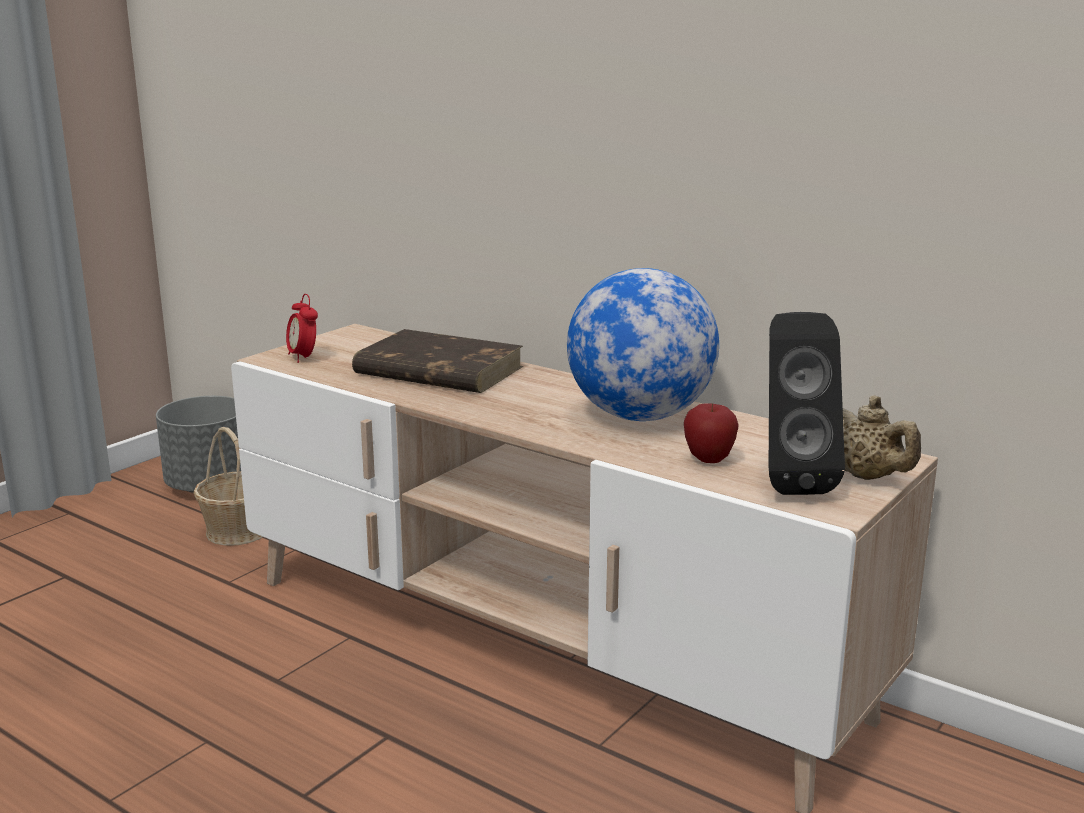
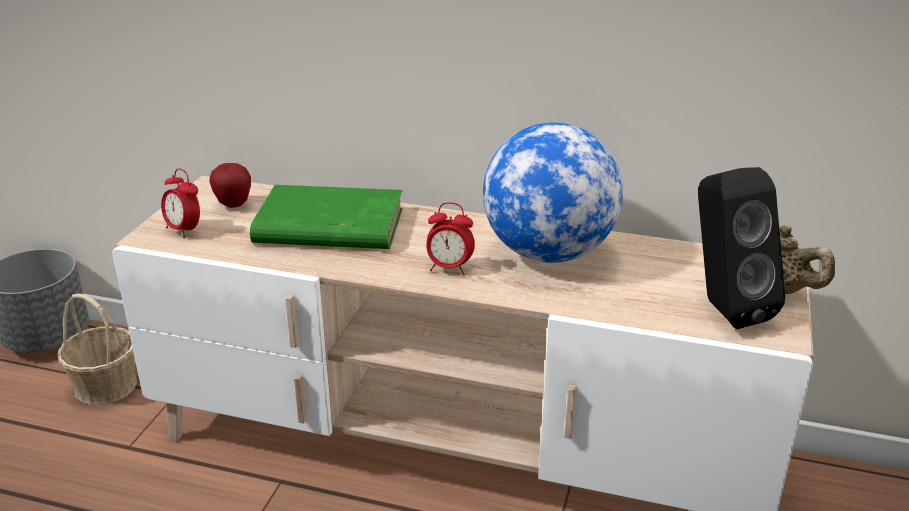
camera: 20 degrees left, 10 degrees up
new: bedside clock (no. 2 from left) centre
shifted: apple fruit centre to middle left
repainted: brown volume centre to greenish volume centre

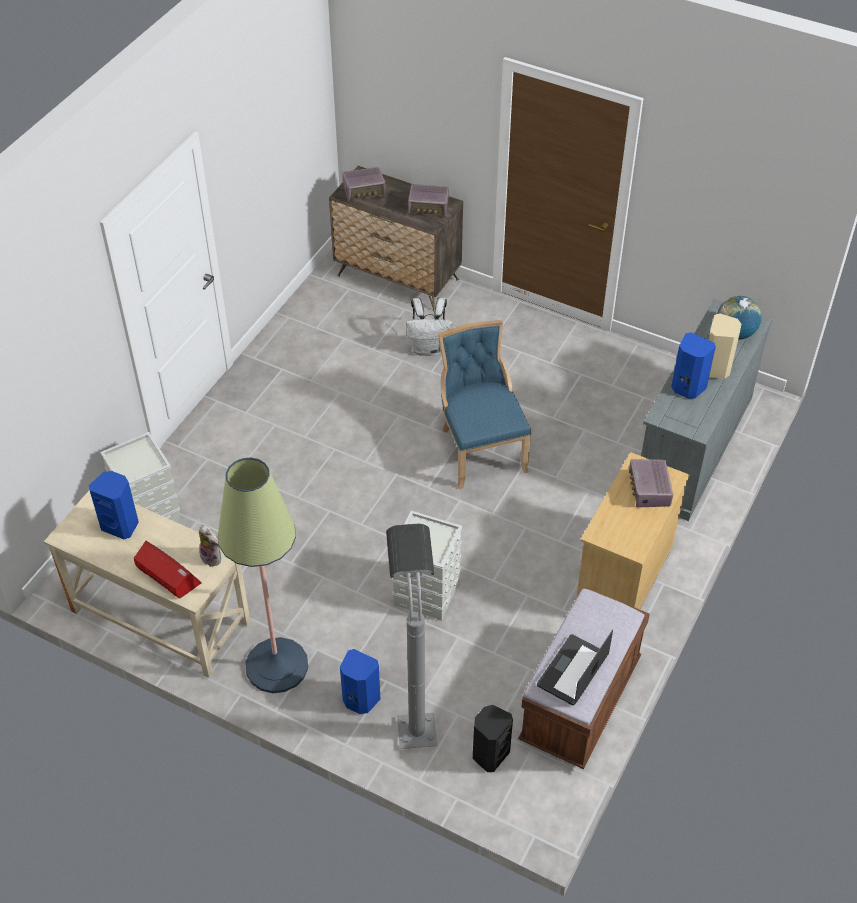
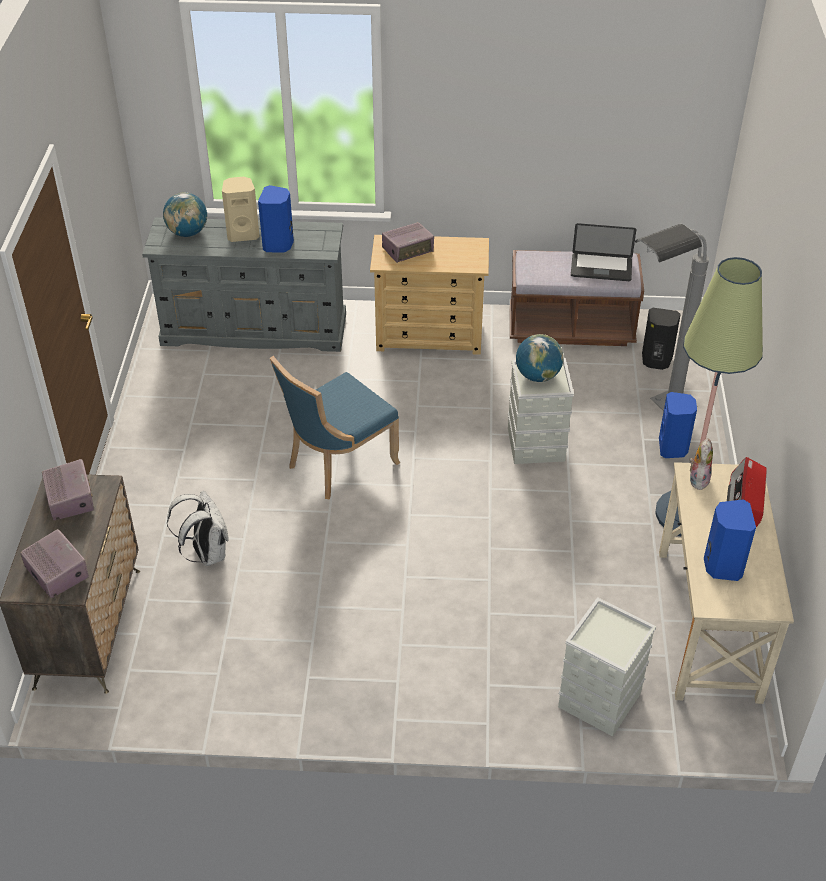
camera: 115 degrees left, 5 degrees down
new: desk globe (no. 2 from left) centre

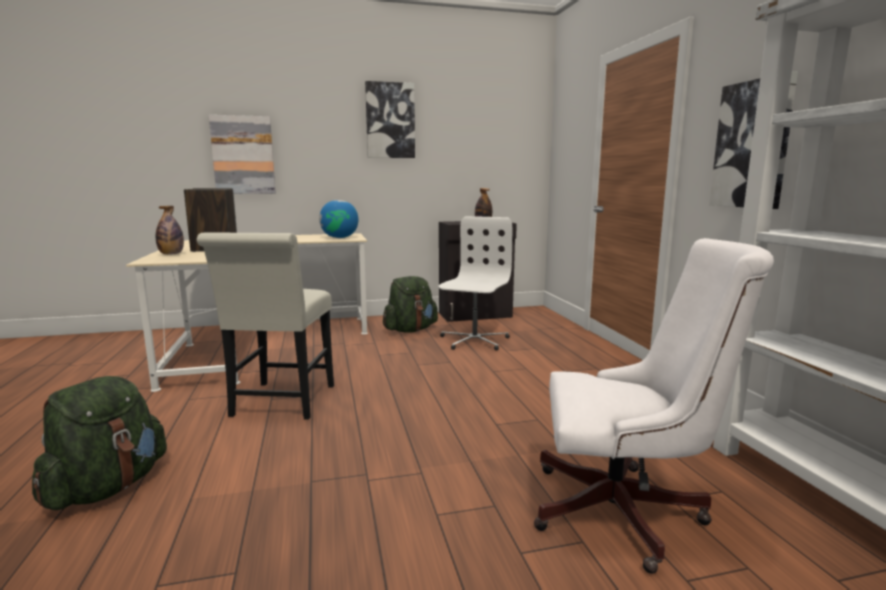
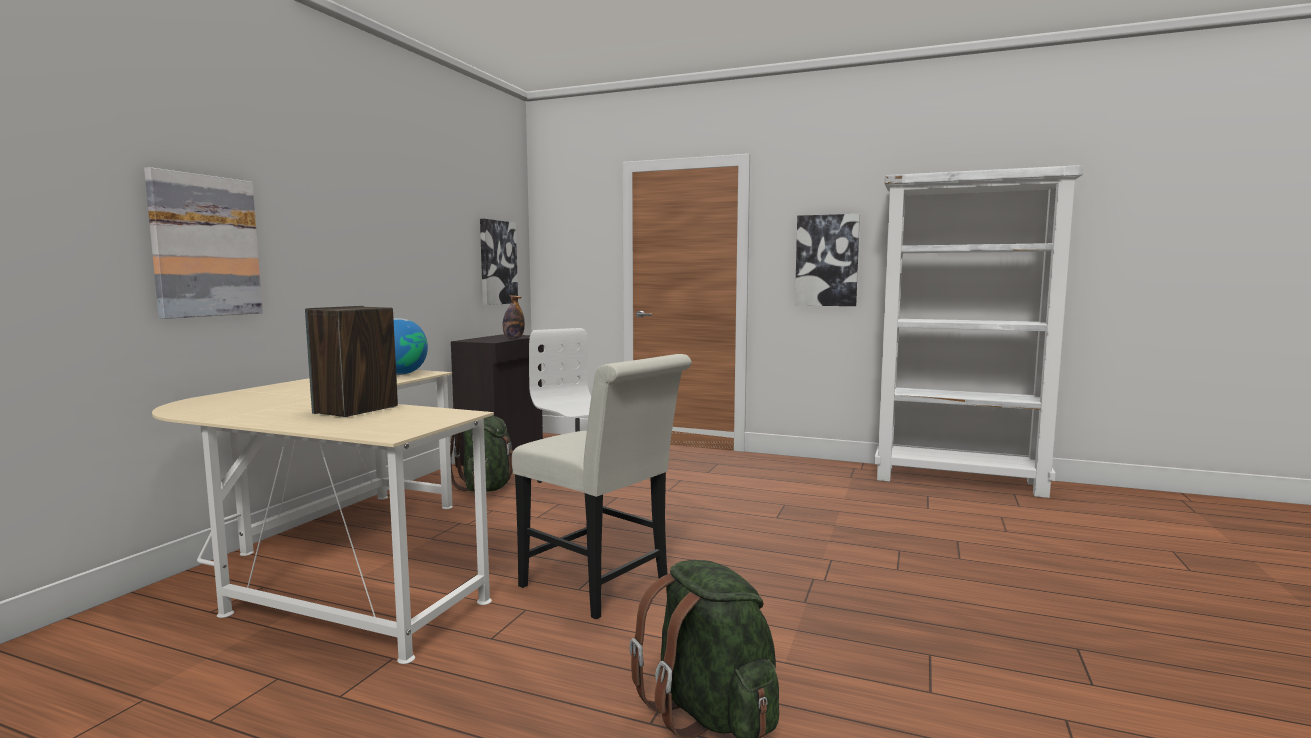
camera: 55 degrees left, 5 degrees down
gone: beverage bottle (no. 1 from left) middle left; whitish desk chair (no. 2 from left) bottom right
shifted: wall art (no. 2 from left) top centre to centre

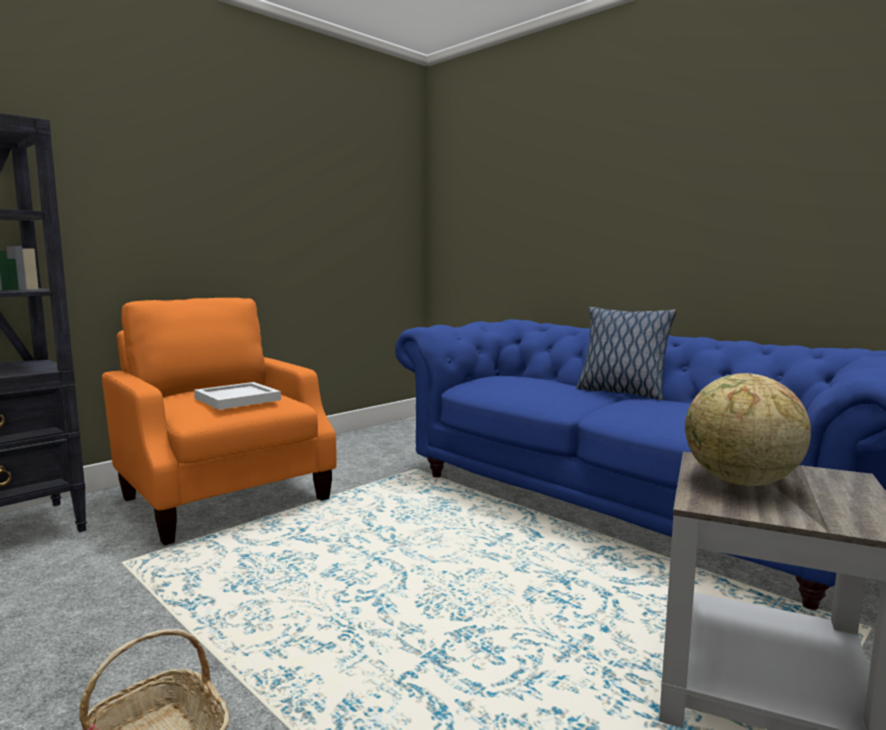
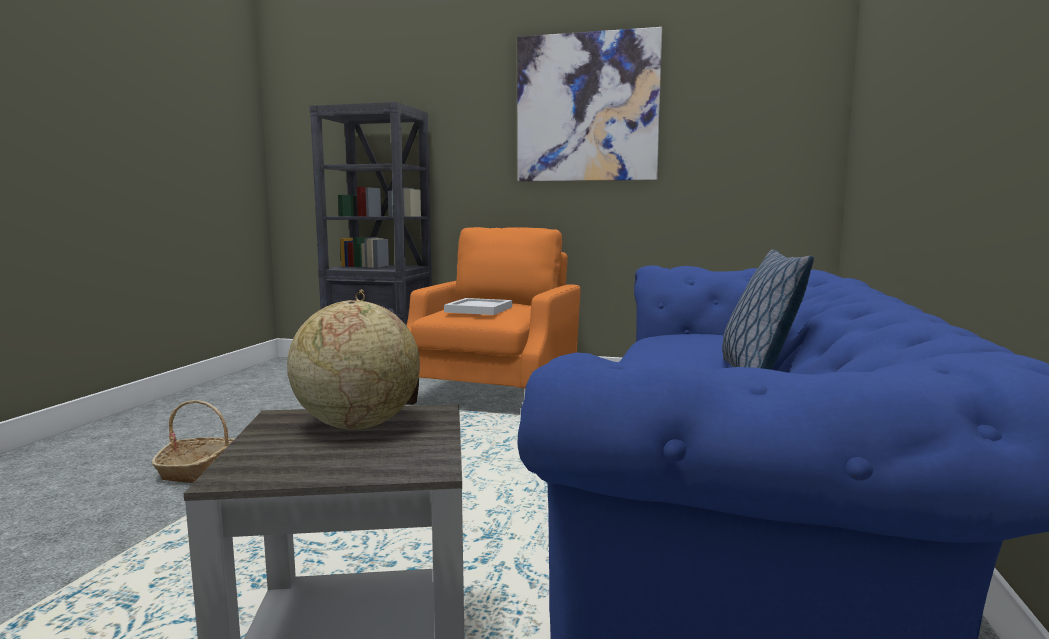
camera: 60 degrees right, 0 degrees up
new: wall art top centre

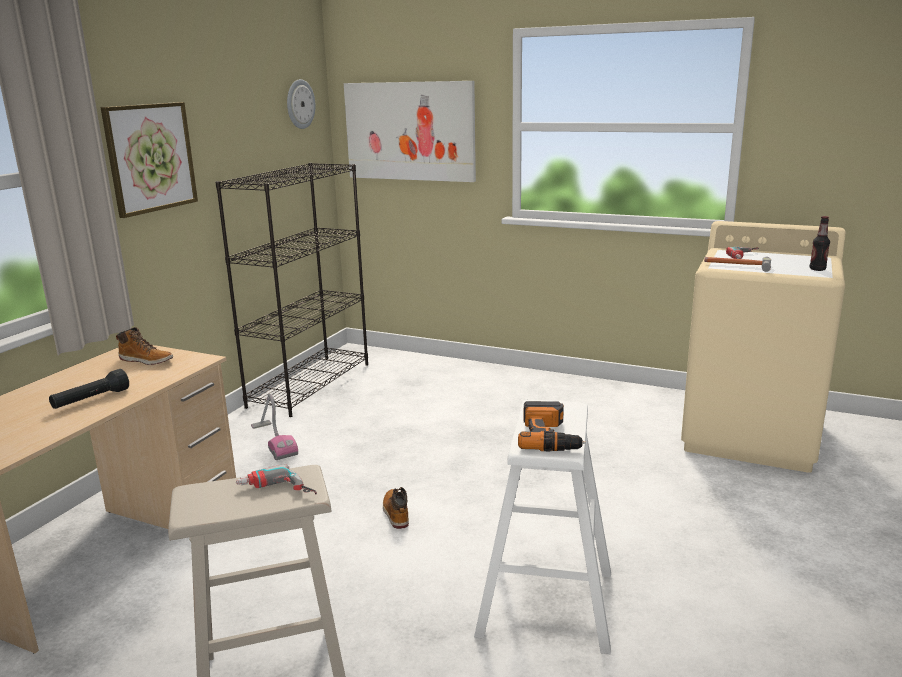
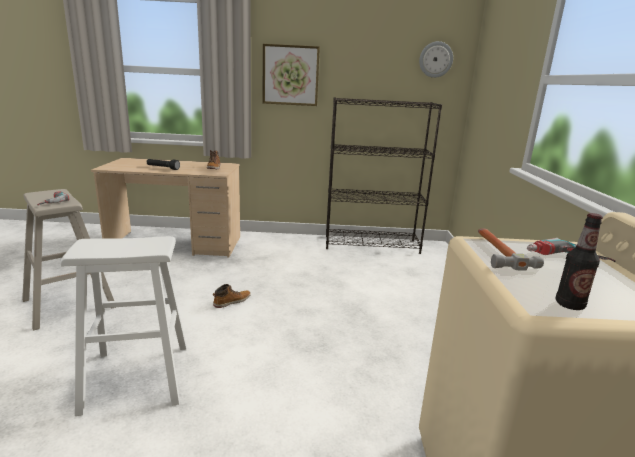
camera: 65 degrees right, 0 degrees up
gone: vacuum middle left; wall art (no. 2 from left) top centre; drill (no. 2 from left) centre

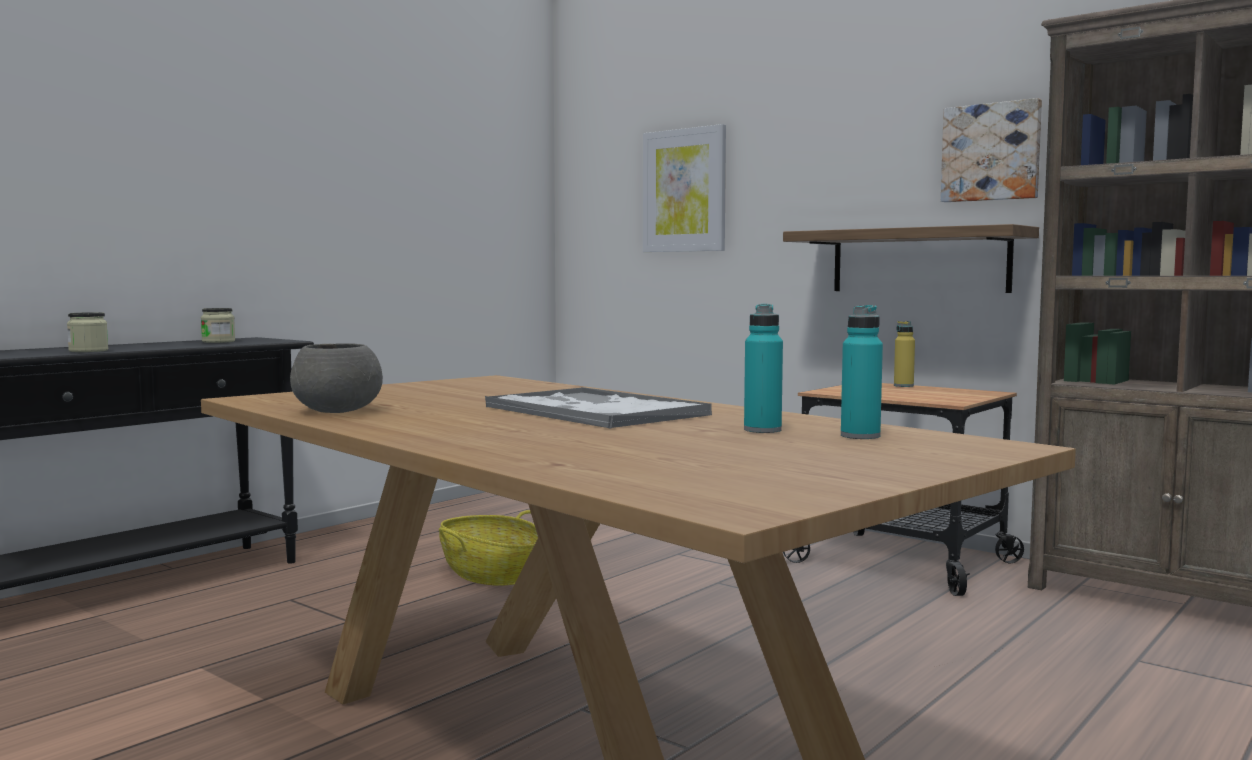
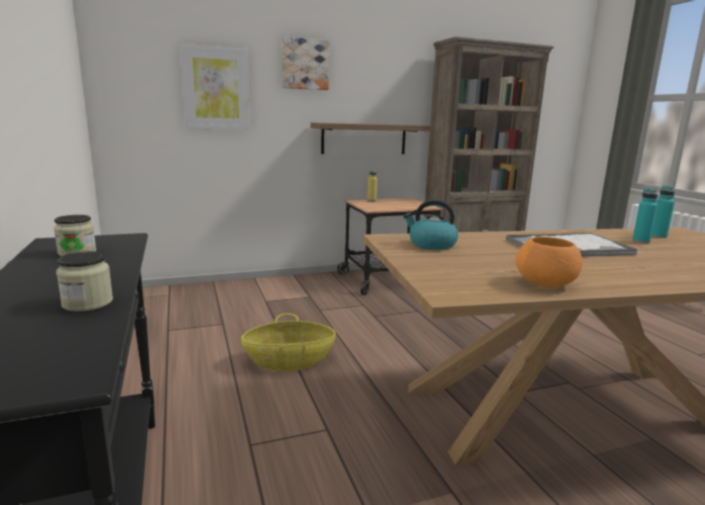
camera: 60 degrees left, 10 degrees up
new: tea kettle centre
shifted: wall art (no. 2 from left) top right to top centre
repainted: grey deep dish middle left to orange deep dish middle right

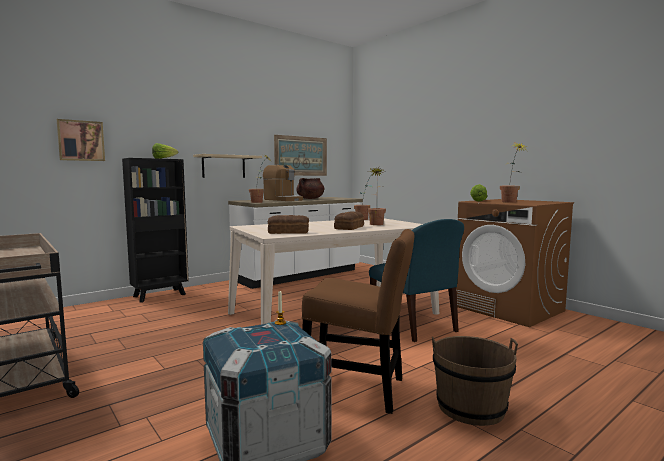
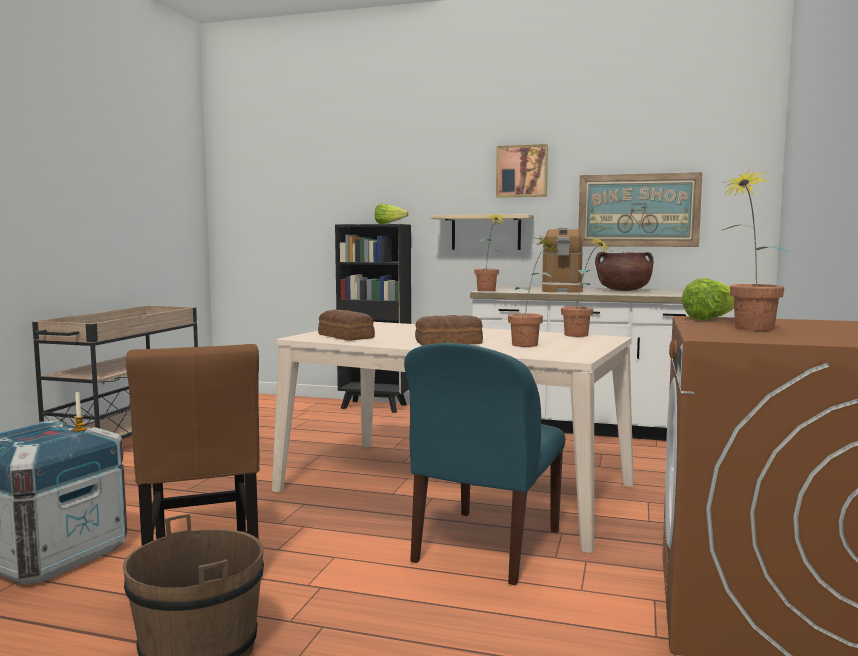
camera: 55 degrees right, 0 degrees up
shifted: wall art (no. 1 from left) top left to top centre

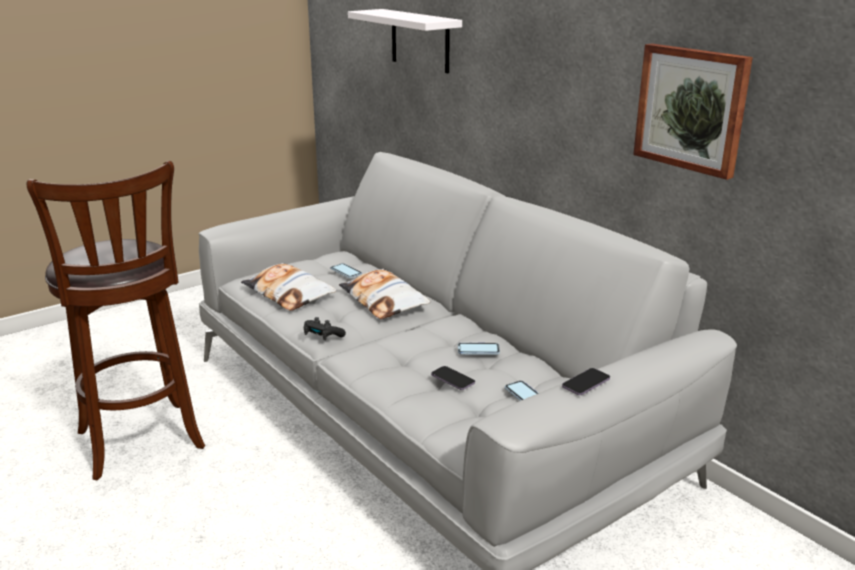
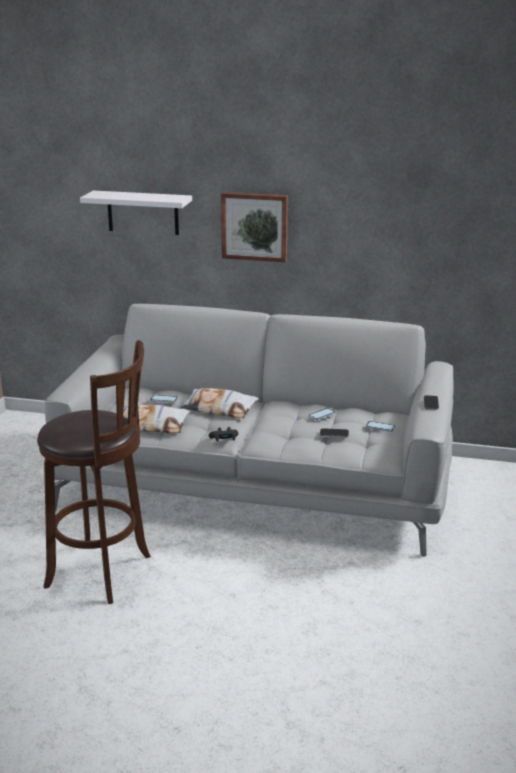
camera: 40 degrees left, 0 degrees up
shifted: wall art top right to top centre

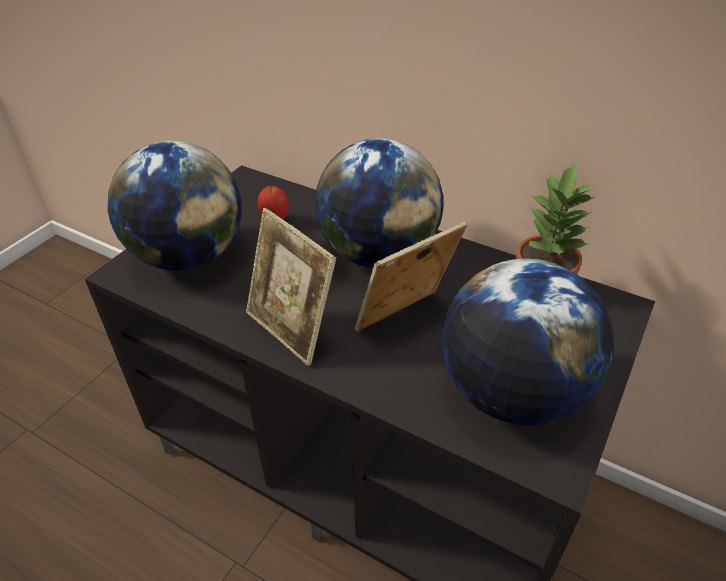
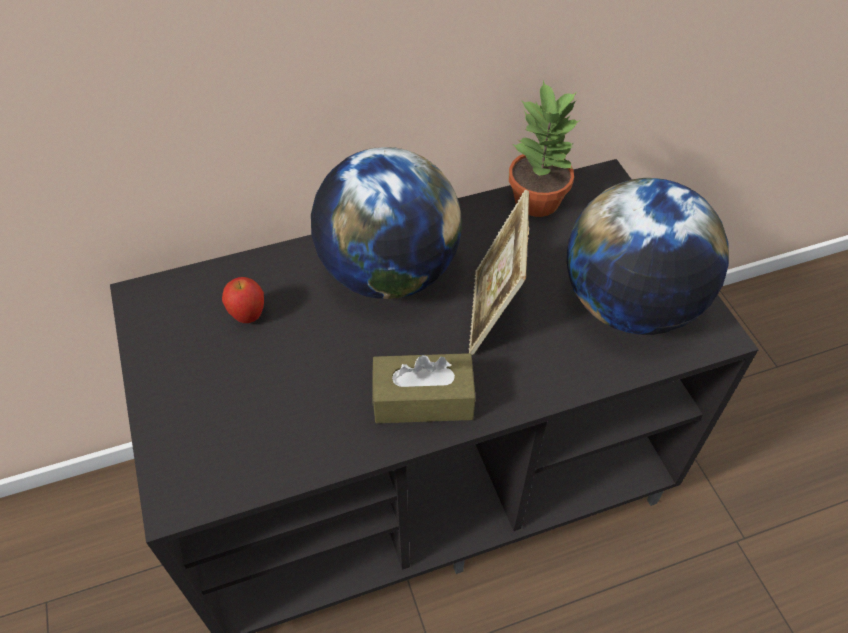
camera: 50 degrees left, 10 degrees up
gone: desk globe (no. 1 from left) middle left
swapped: picture frame (no. 1 from left) centre to brown box of tissues centre

